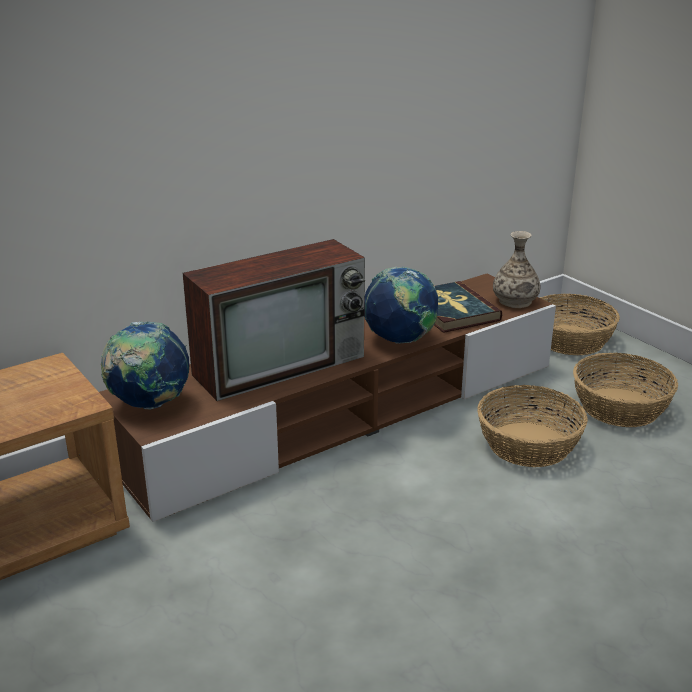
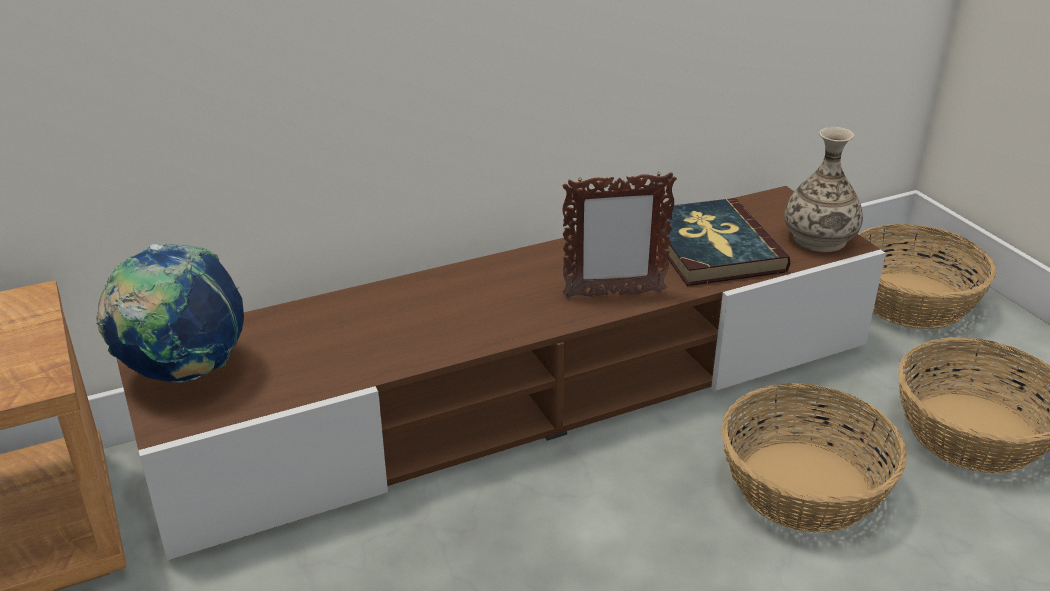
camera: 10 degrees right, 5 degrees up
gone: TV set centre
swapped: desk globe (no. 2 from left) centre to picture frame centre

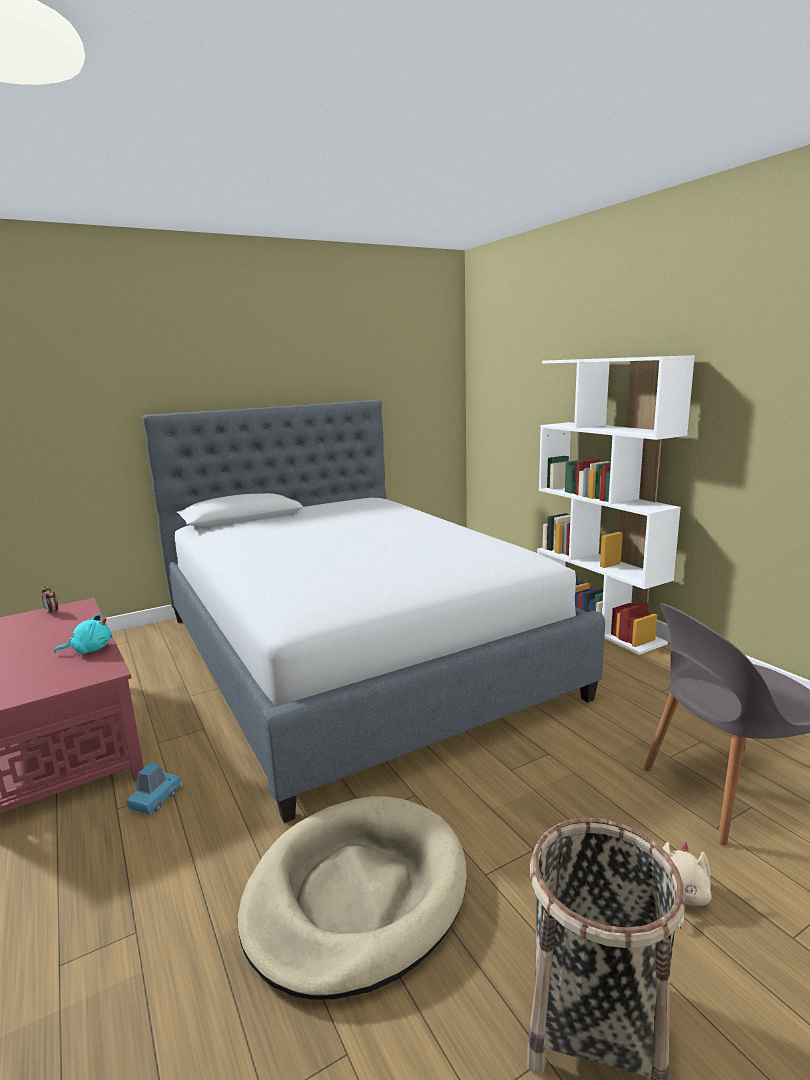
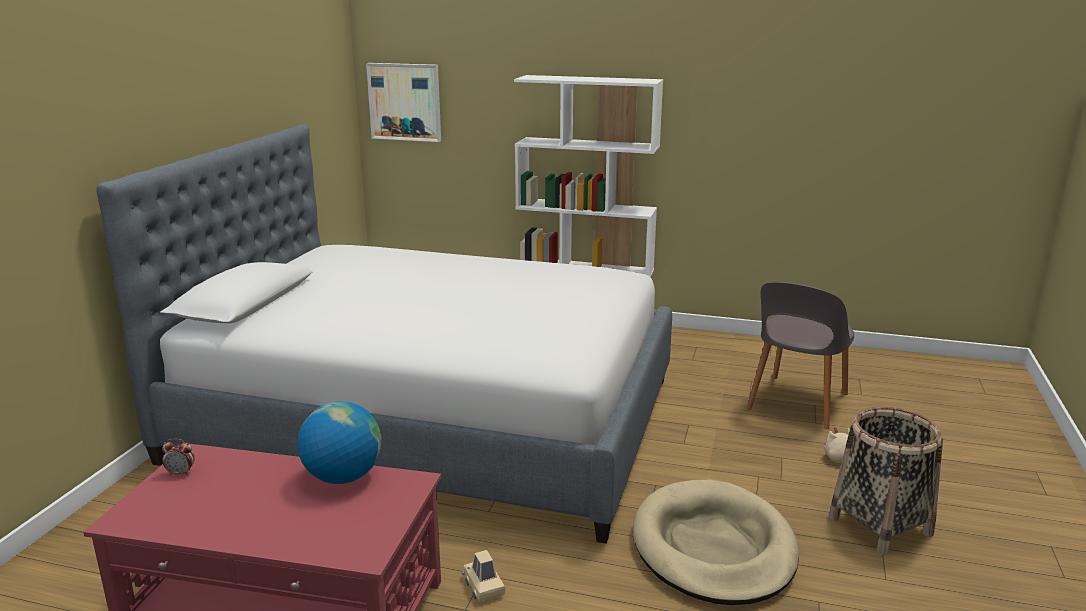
camera: 45 degrees left, 5 degrees up
new: wall art top centre
swapped: turquoise-coloured plush toy middle left to desk globe bottom left
repainted: bluish miniature car bottom left to beige-coloured miniature car bottom centre

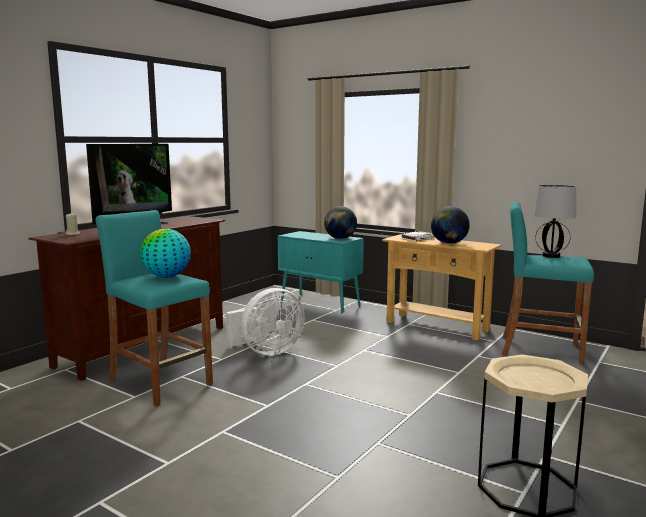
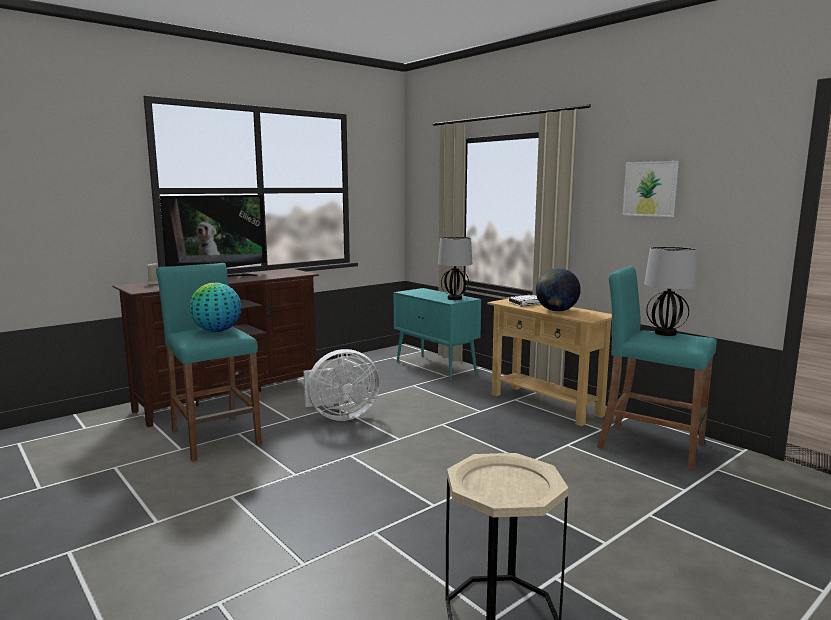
camera: 15 degrees right, 0 degrees up
new: wall art top right
swapped: desk globe (no. 2 from left) centre to lamp for a table (no. 1 from left) centre

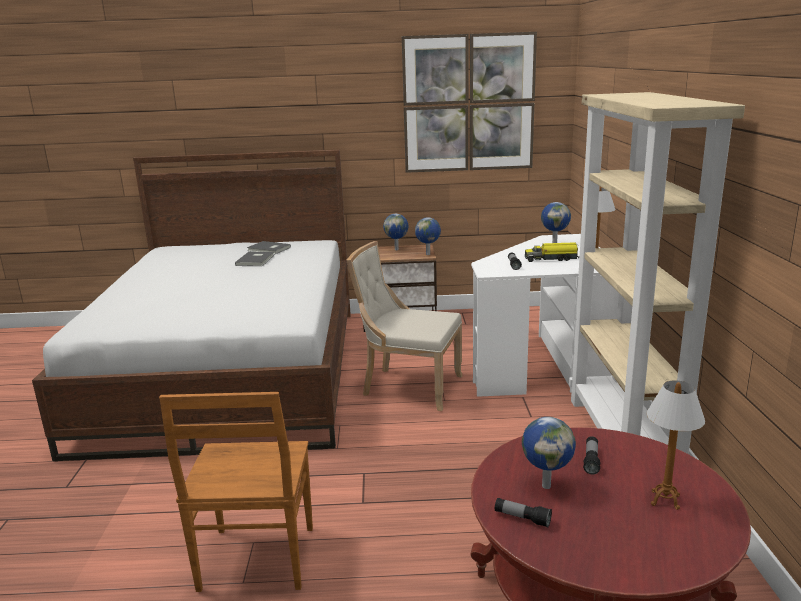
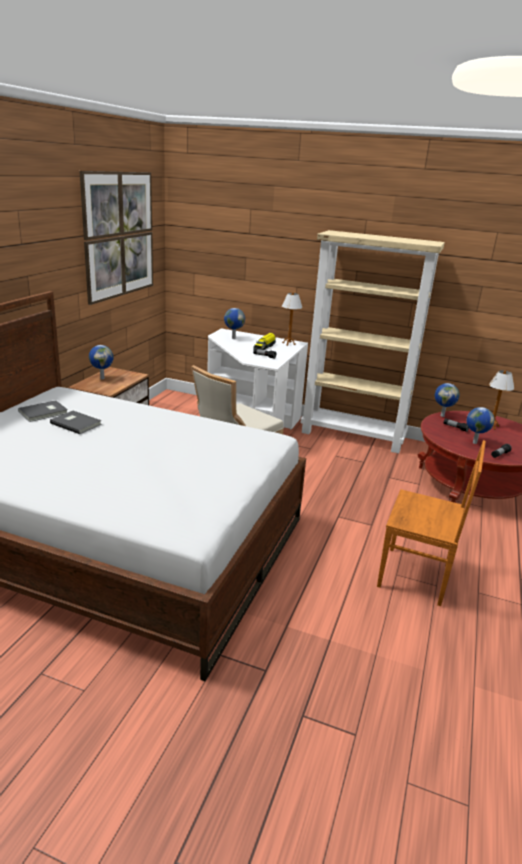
camera: 70 degrees left, 5 degrees up
shifted: desk globe (no. 2 from left in the first image) centre to desk globe (no. 3 from left) middle right

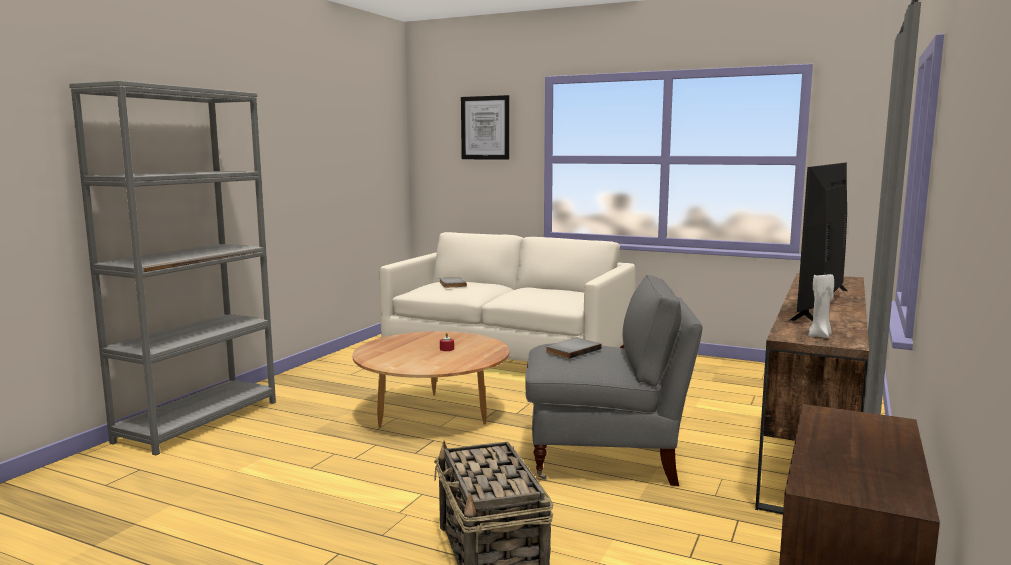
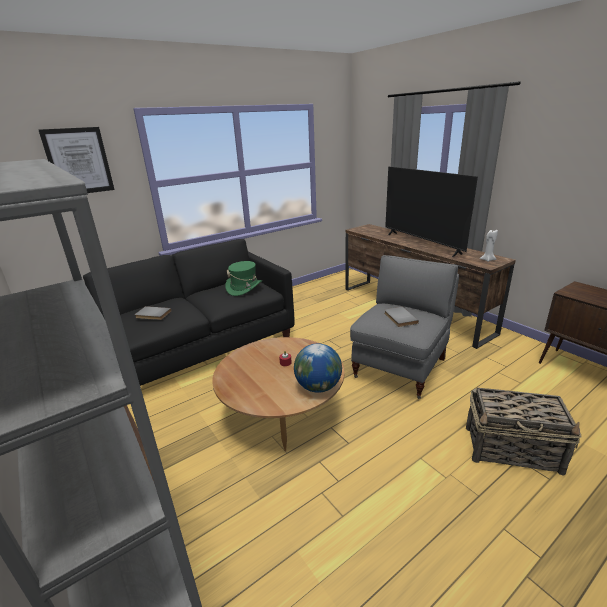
camera: 60 degrees left, 15 degrees up
new: greenish wearable hat centre; desk globe centre
repainted: whitish settee centre to black-coloured settee middle left

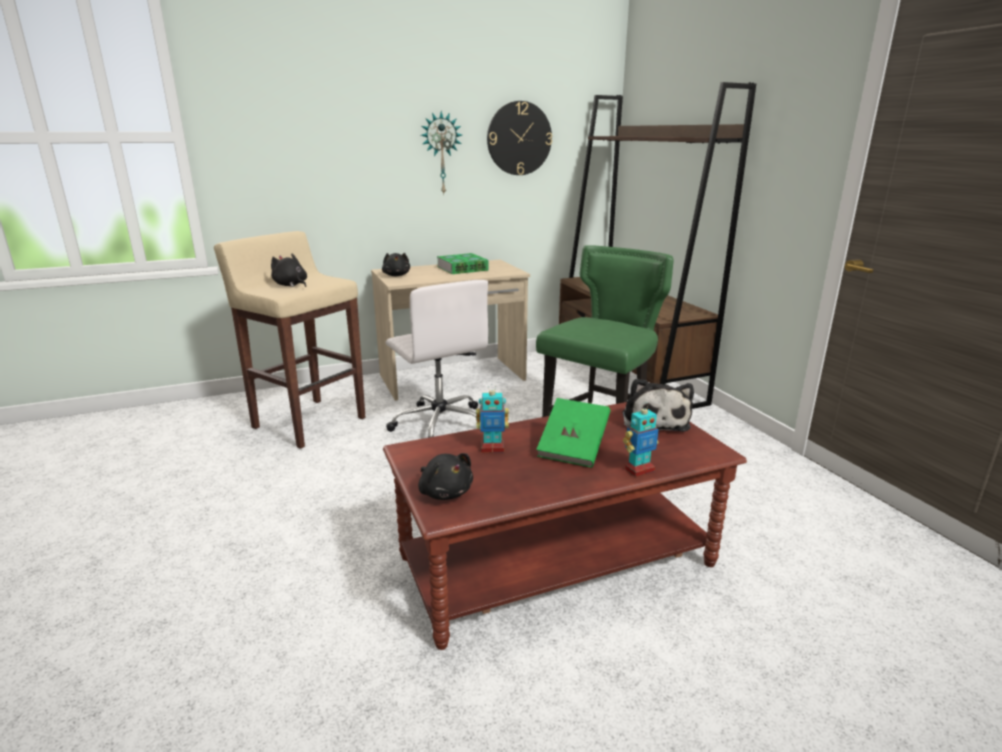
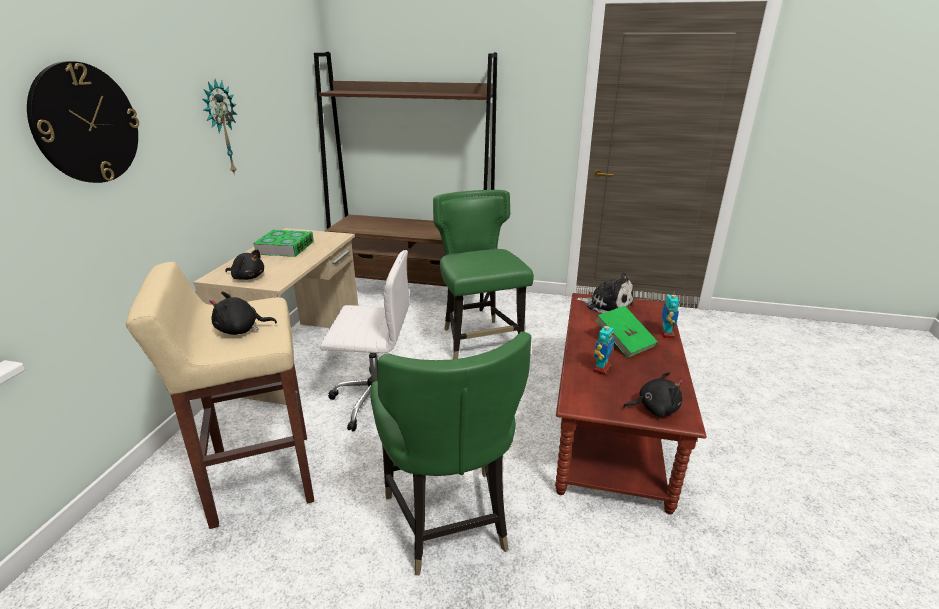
camera: 55 degrees left, 5 degrees up
new: greenish chair (no. 1 from left) bottom centre
shifted: hanging clock (no. 2 from left in the first image) top centre to hanging clock (no. 1 from left) top left

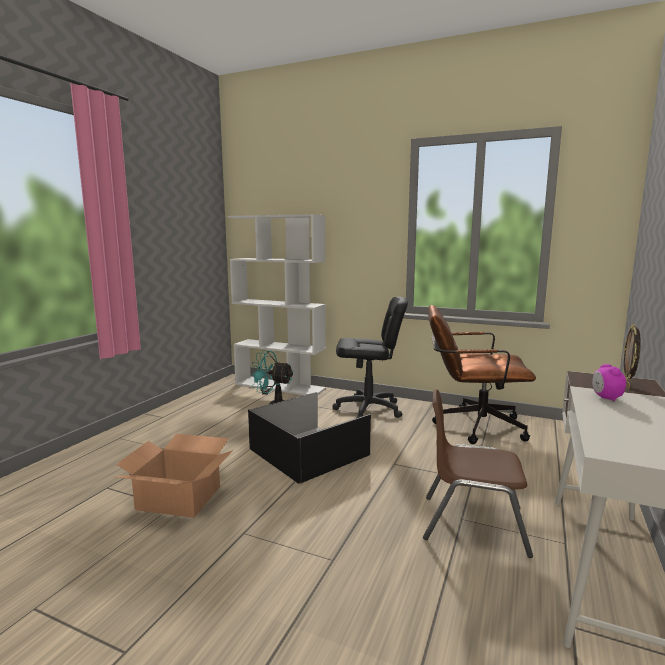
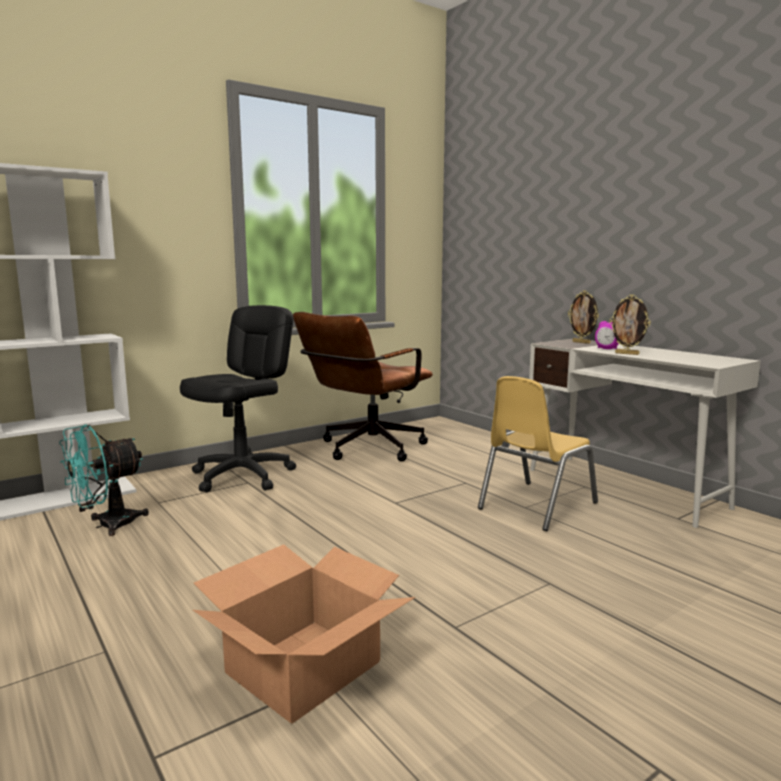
camera: 60 degrees left, 0 degrees up
gone: black-coloured storage bin centre
new: picture frame (no. 2 from left) middle right
repainted: brown chair bottom right to yellowish chair middle right

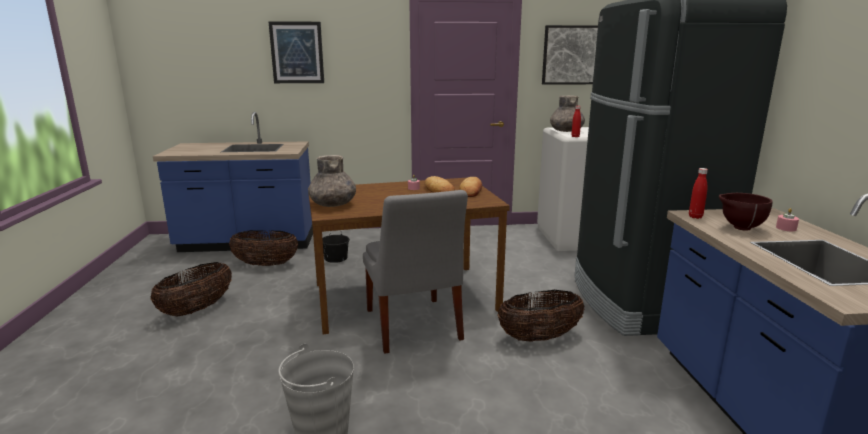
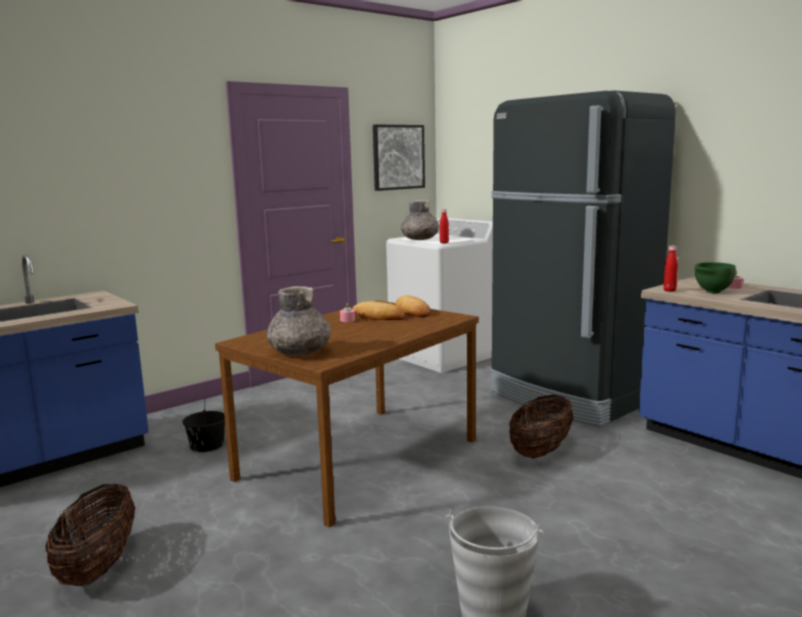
camera: 35 degrees left, 5 degrees down
gone: household basket (no. 2 from left) middle left; wall art (no. 1 from left) top centre; grey chair centre
repainted: brown deep dish middle right to greenish deep dish middle right

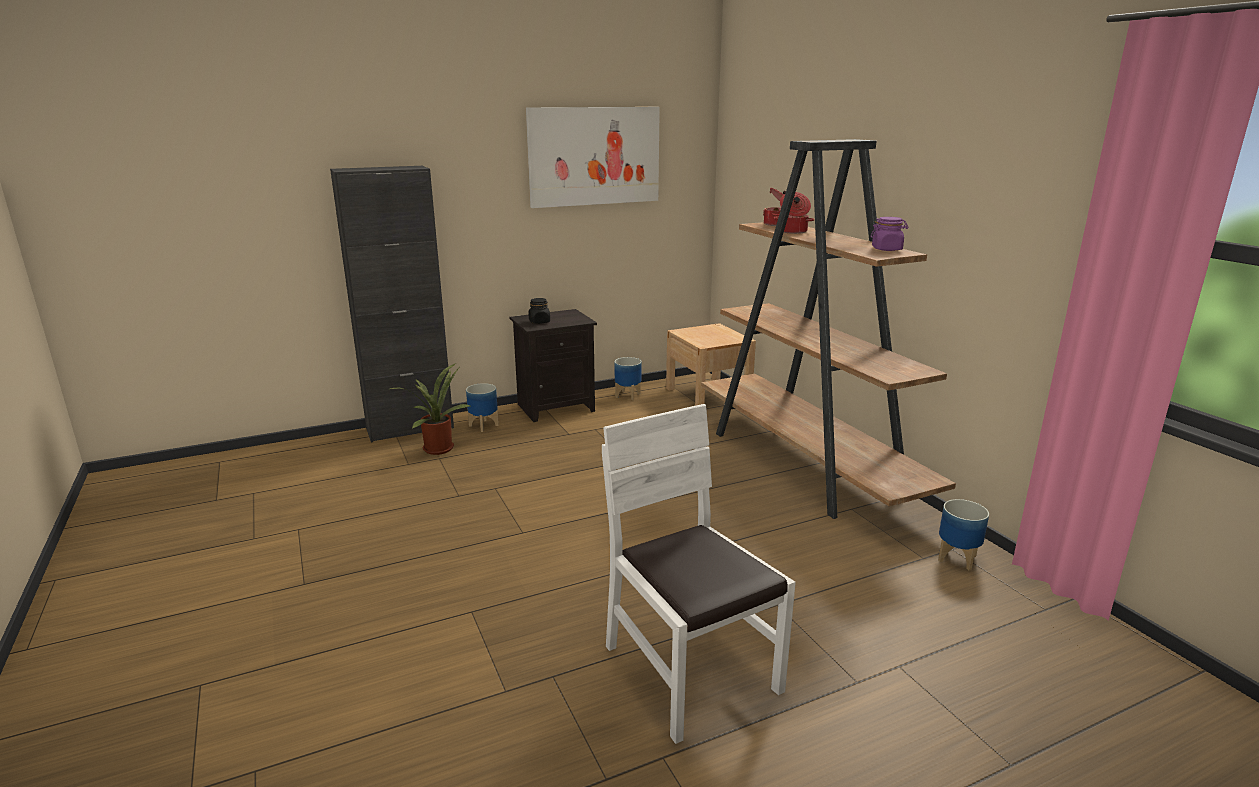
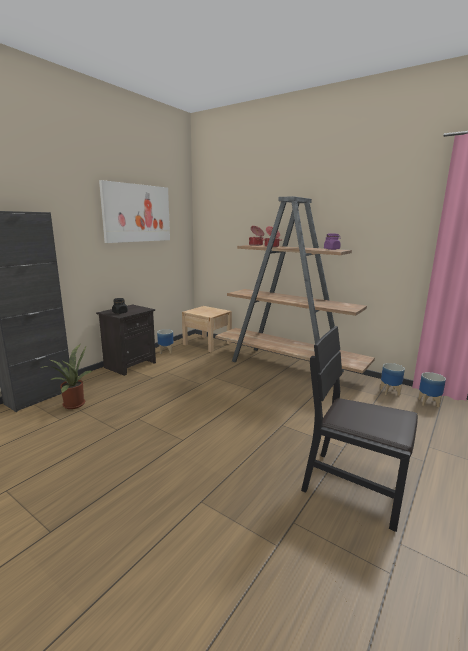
camera: 30 degrees left, 5 degrees down
shifted: planter (no. 1 from left in the first image) centre to planter (no. 3 from left) middle right
repainted: whitish chair bottom centre to black-coloured chair middle right

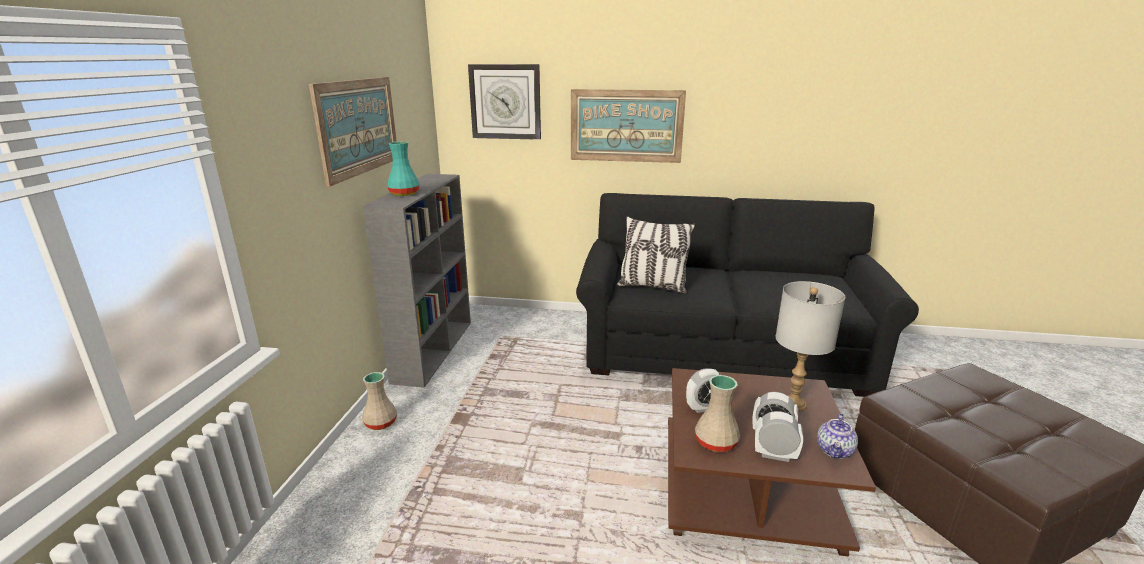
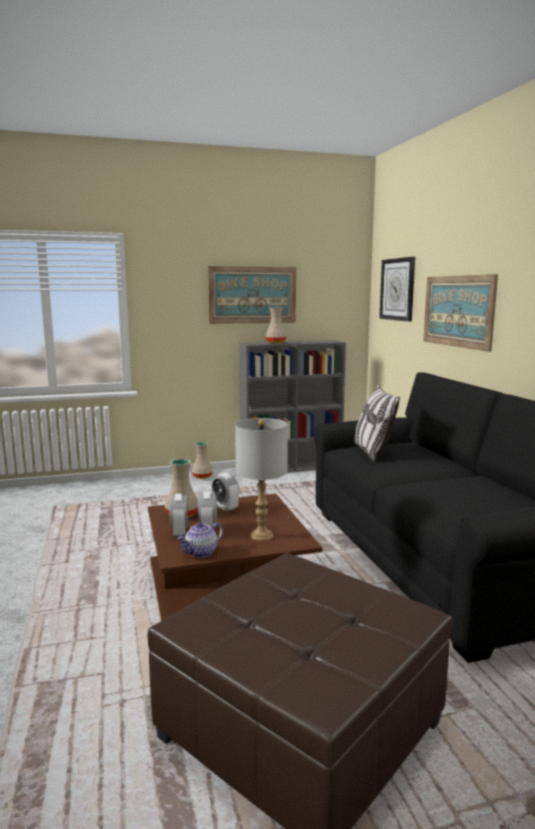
camera: 65 degrees right, 10 degrees down
repainted: turquoise-coloured flower vase top centre to beige-coloured flower vase (no. 3 from left) centre
rotated: tea pot bottom right = centre 45 degrees counterclockwise

